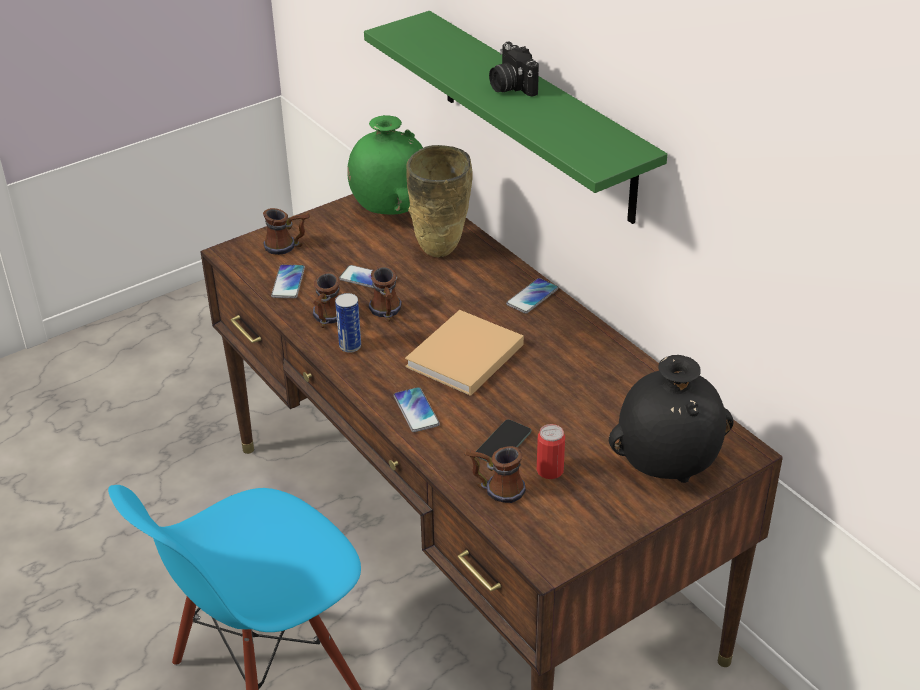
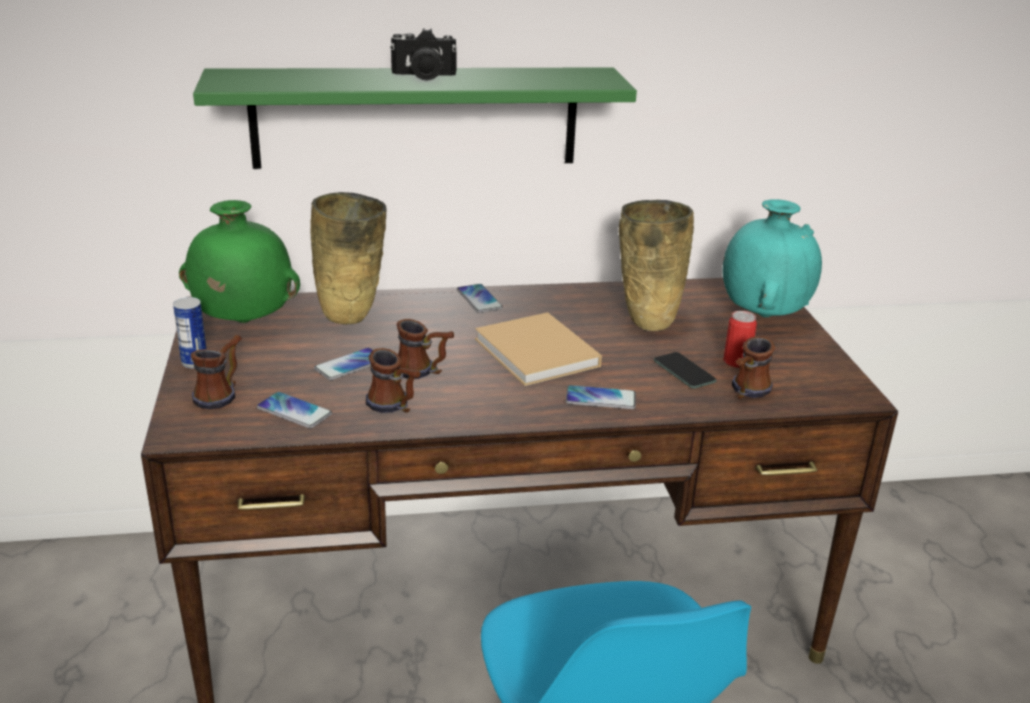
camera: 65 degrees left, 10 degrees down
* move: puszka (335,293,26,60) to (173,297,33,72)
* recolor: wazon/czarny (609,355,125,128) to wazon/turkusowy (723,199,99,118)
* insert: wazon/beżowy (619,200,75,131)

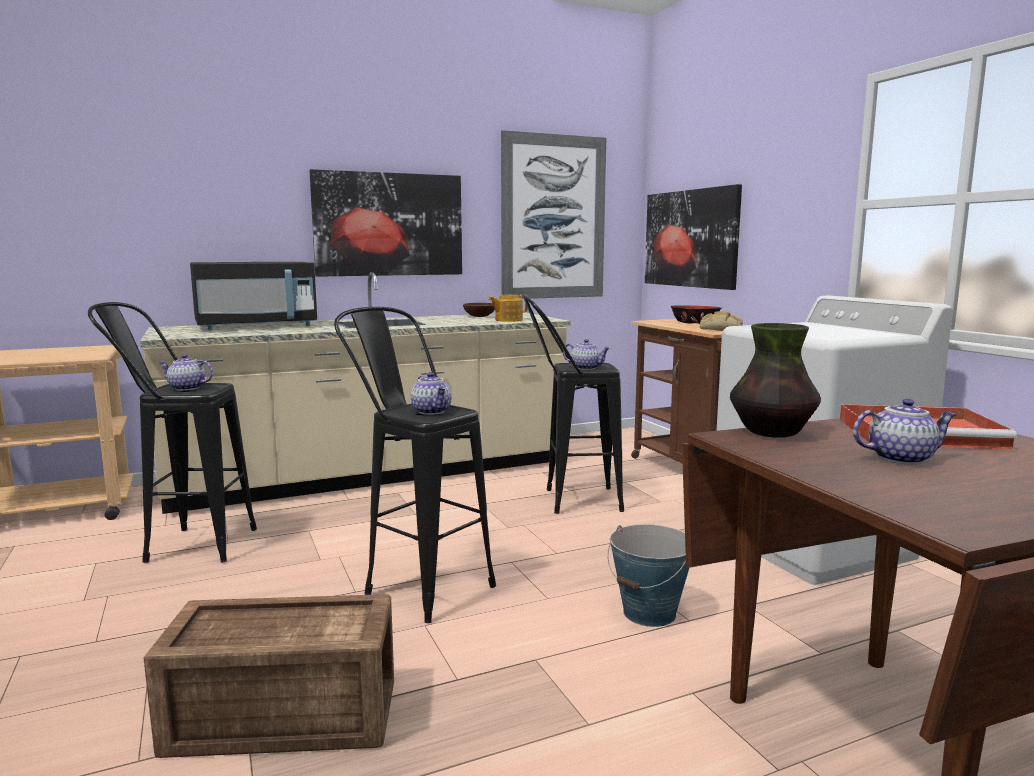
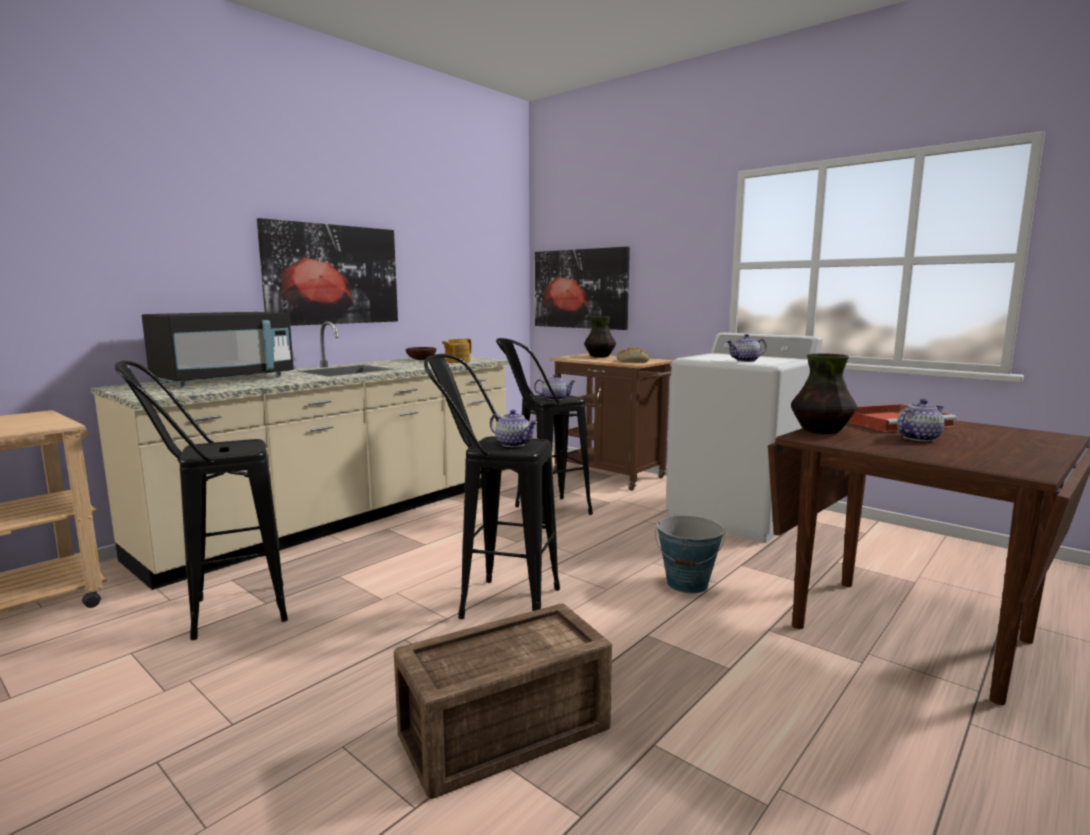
camera: 25 degrees left, 0 degrees up
* move: imbryk (159,354,54,37) to (726,334,41,28)
* delete: obraz (501,130,105,169)
* replace: miska (671,305,50,19) to wazon (584,316,32,42)

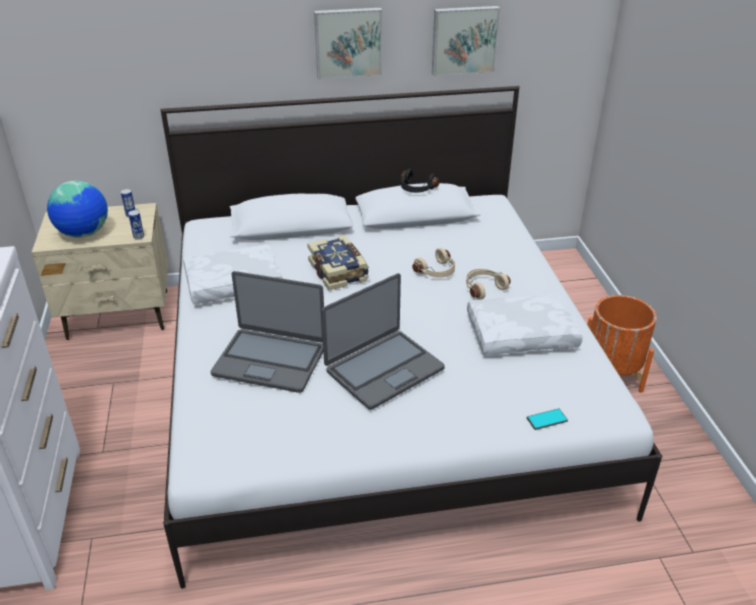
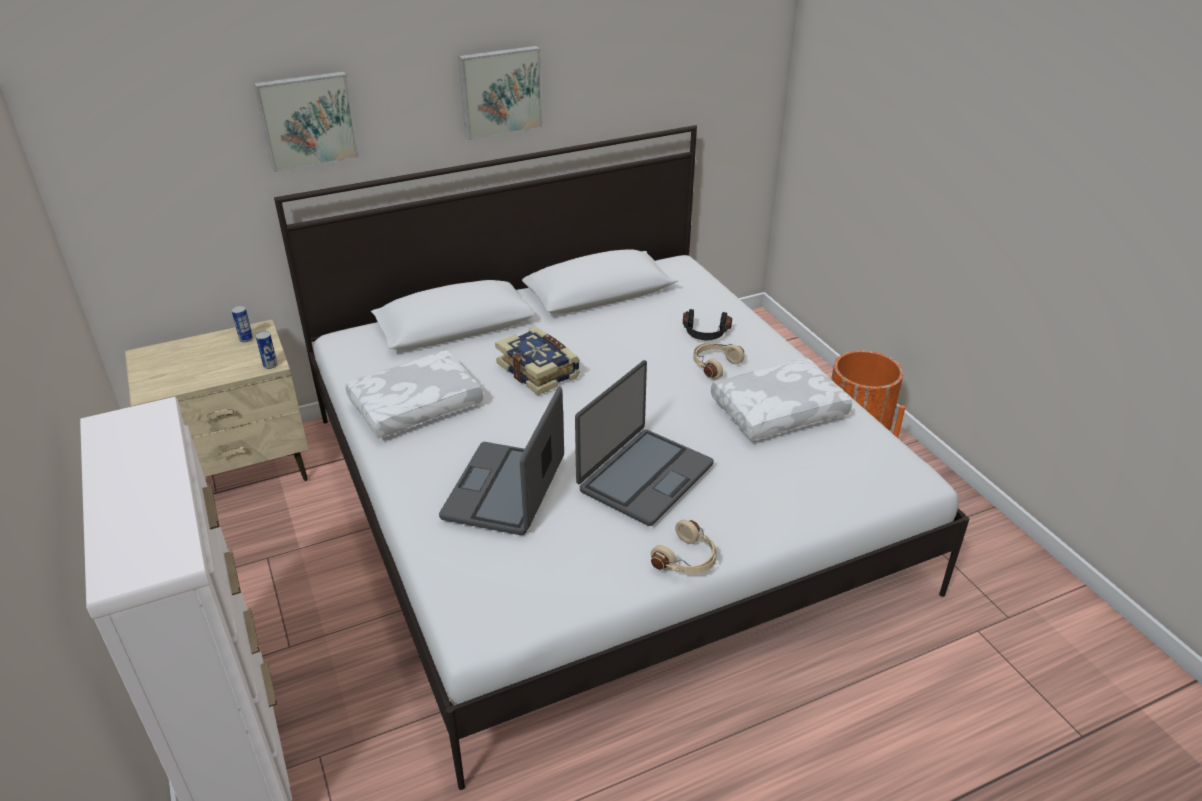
camera: 15 degrees left, 0 degrees up
* delete: globus (47,181,61,57)
* rotate: laptop (210,271,114,122) = (439,386,125,149) 105 degrees clockwise
* move: słuchawki/czarny (400,169,40,24) to (683,309,49,31)
* move: słuchawki/beżowy (412,248,43,30) to (651,520,66,54)
* move: obraz (432,6,68,70) to (254,71,105,101)
* delete: telefon (527,408,41,22)

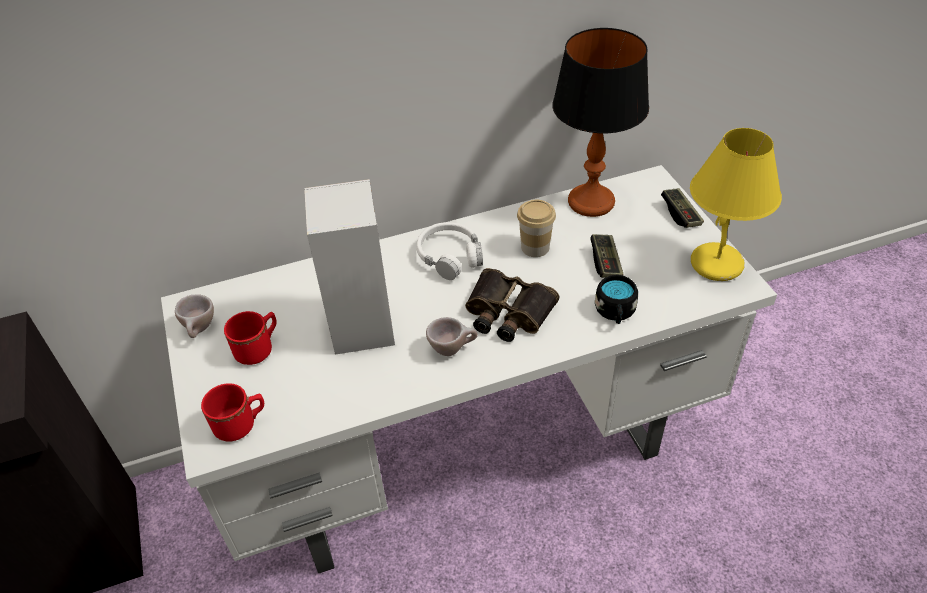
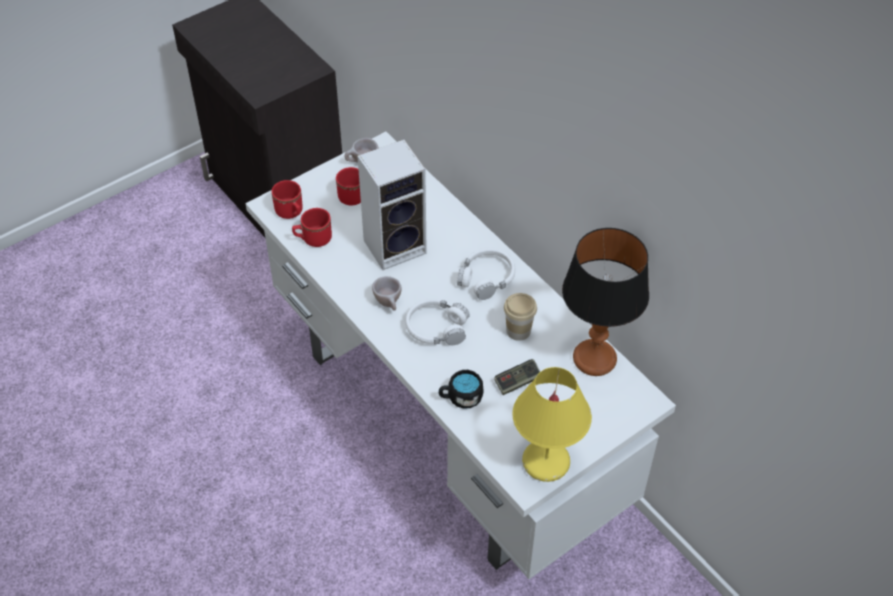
camera: 70 degrees right, 5 degrees up
* replace: lornetka (465,268,94,74) to słuchawki/biały (405,299,65,46)
* delete: pad do gier (661,188,43,40)
* insert: kubek/czerwony (292,208,40,39)

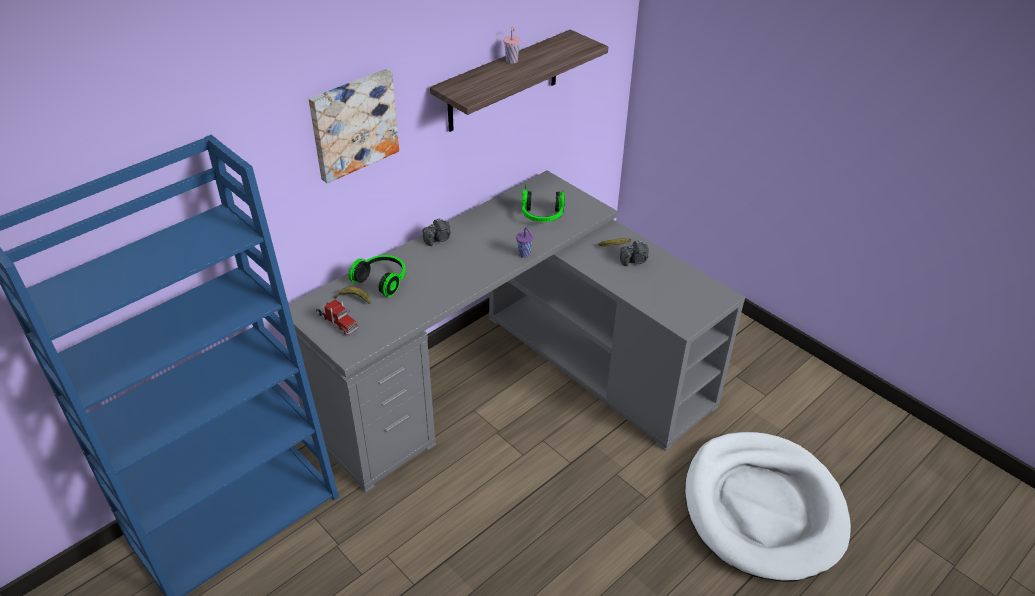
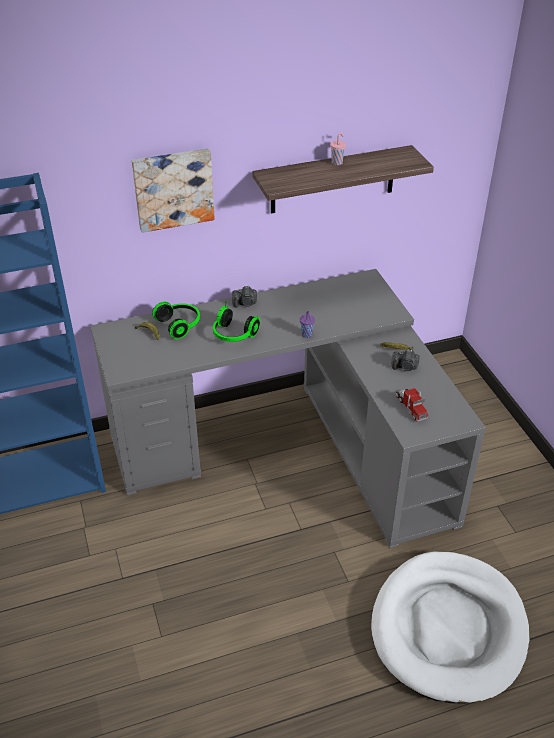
camera: 25 degrees right, 0 degrees up
* move: ciężarówka zabawkowa (316,299,42,36) to (396,388,32,34)
* move: słuchawki (522,183,43,39) to (213,306,47,36)

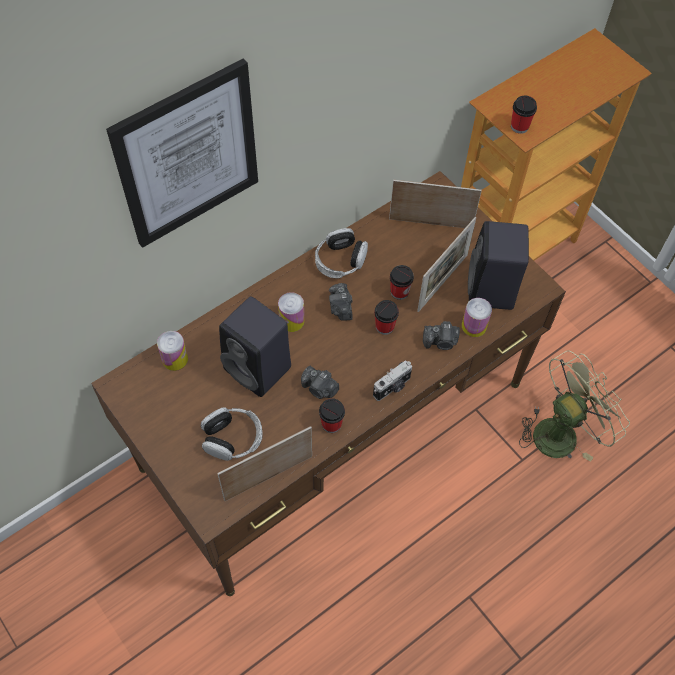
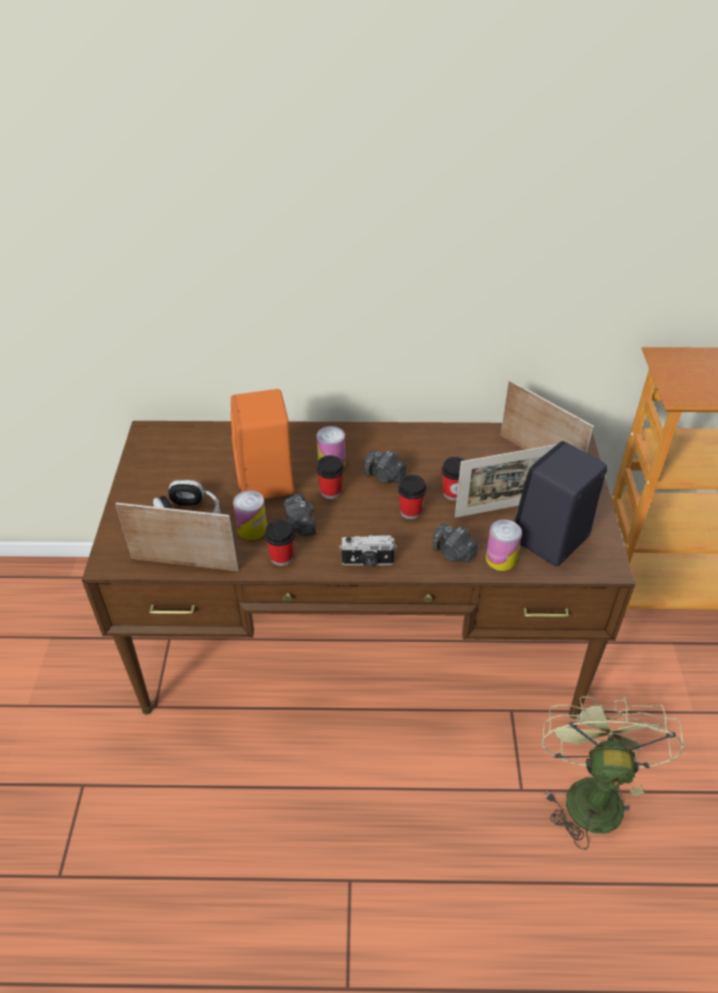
camera: 40 degrees right, 15 degrees down
* delete: obraz (106,58,152,190)
* move: puszka (157,331,31,40) to (233,491,34,49)
* recolor: głośnik/czarny (219,296,72,101) to głośnik/pomarańczowy (231,389,64,110)
* delete: słuchawki (315,228,53,50)
* rotate: aparat fotograficzny (329,283,24,38) = (365,451,41,32) 90 degrees counterclockwise
* move: filiżanka (511,95,26,39) to (316,455,28,44)
* rotate: wentylator/zielony (519,350,111,112) = (542,696,142,154) 90 degrees counterclockwise

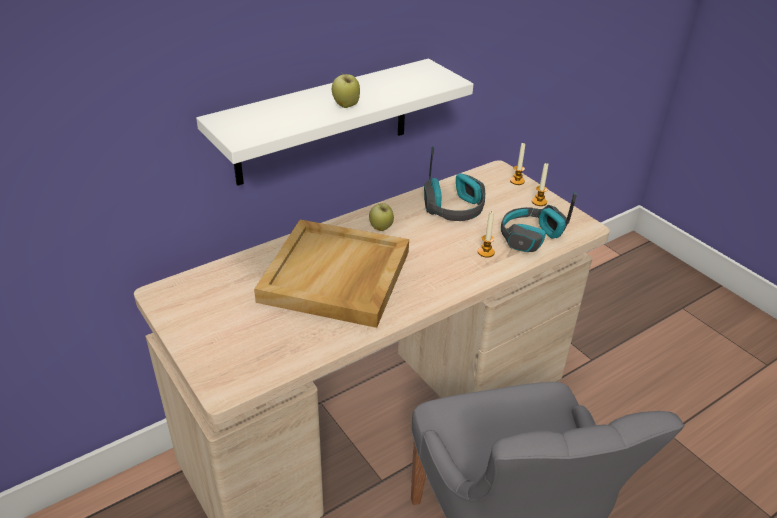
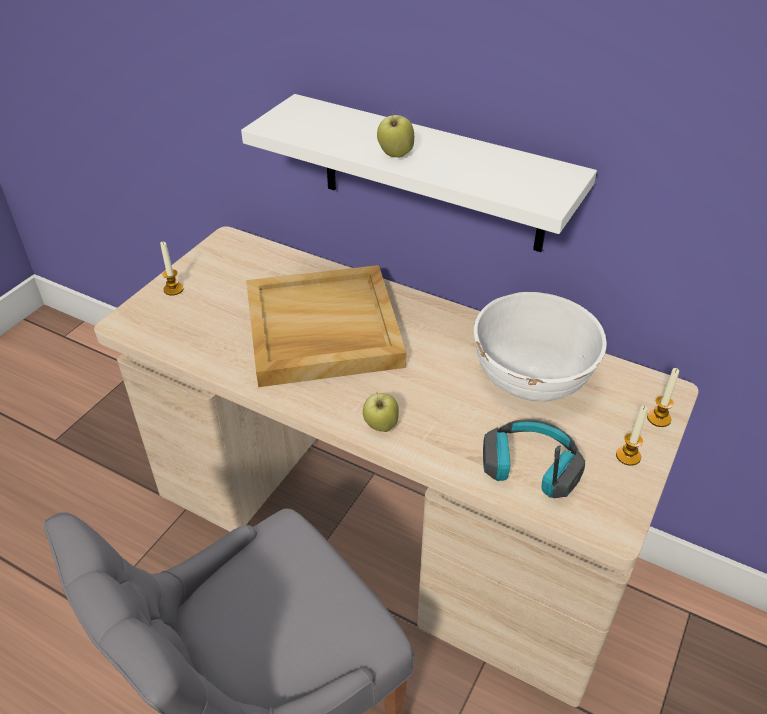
camera: 65 degrees right, 5 degrees up
* move: jabłko (369,203,25,28) to (363,393,36,39)
* replace: słuchawki (424,146,61,75) to miska/biały (474,292,133,110)
* move: świeca (478,211,17,47) to (160,242,23,54)

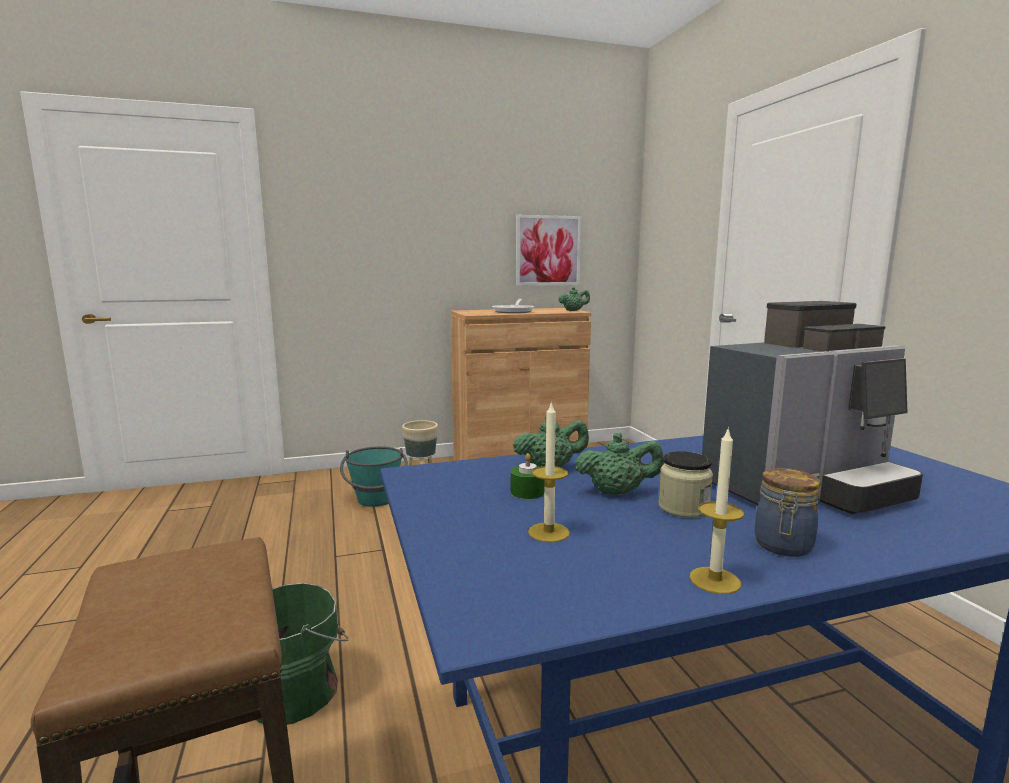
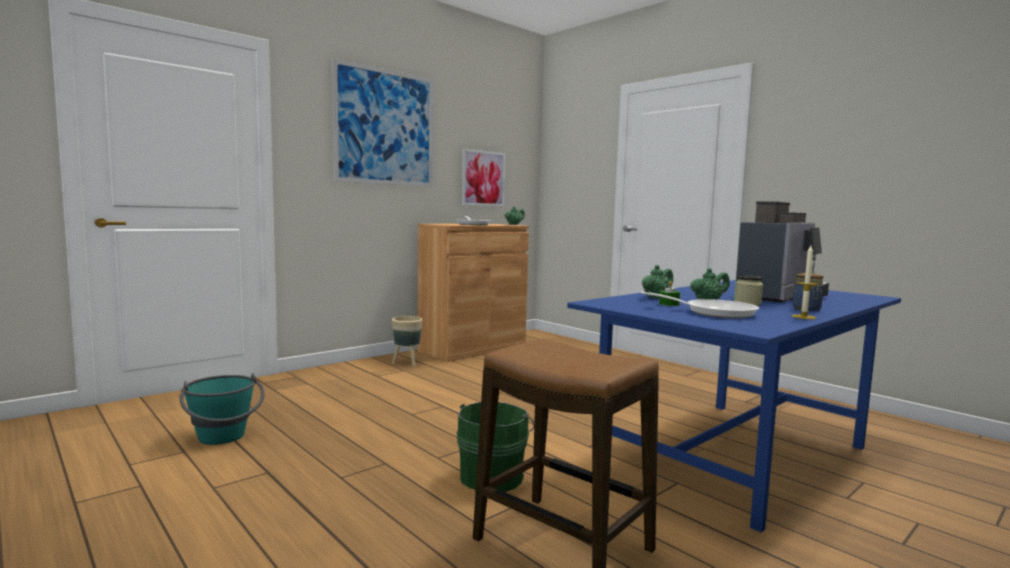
camera: 25 degrees left, 5 degrees down
* move: wiadro/turkusowy (340,446,68,61) to (179,373,85,72)
* replace: świeca (528,401,42,142) to patelnia (641,292,118,27)
* insert: obraz (332,58,101,129)

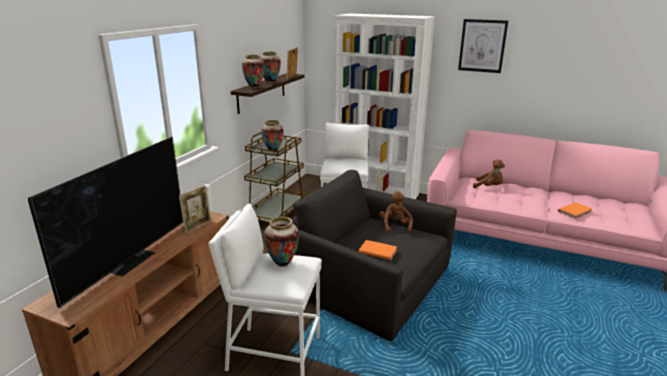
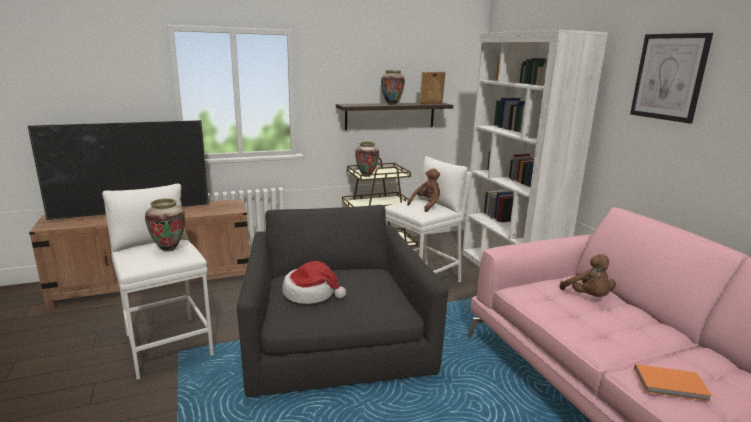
camera: 45 degrees right, 5 degrees down
* delete: ramka na zdjęcie (179,185,32,48)
* delete: wazon (242,55,23,33)
* replace: książka/pomarańczowy (359,240,38,20) to kapelusz (282,261,64,43)
* move: pluszak/brązowy (380,191,33,43) to (407,168,33,44)

